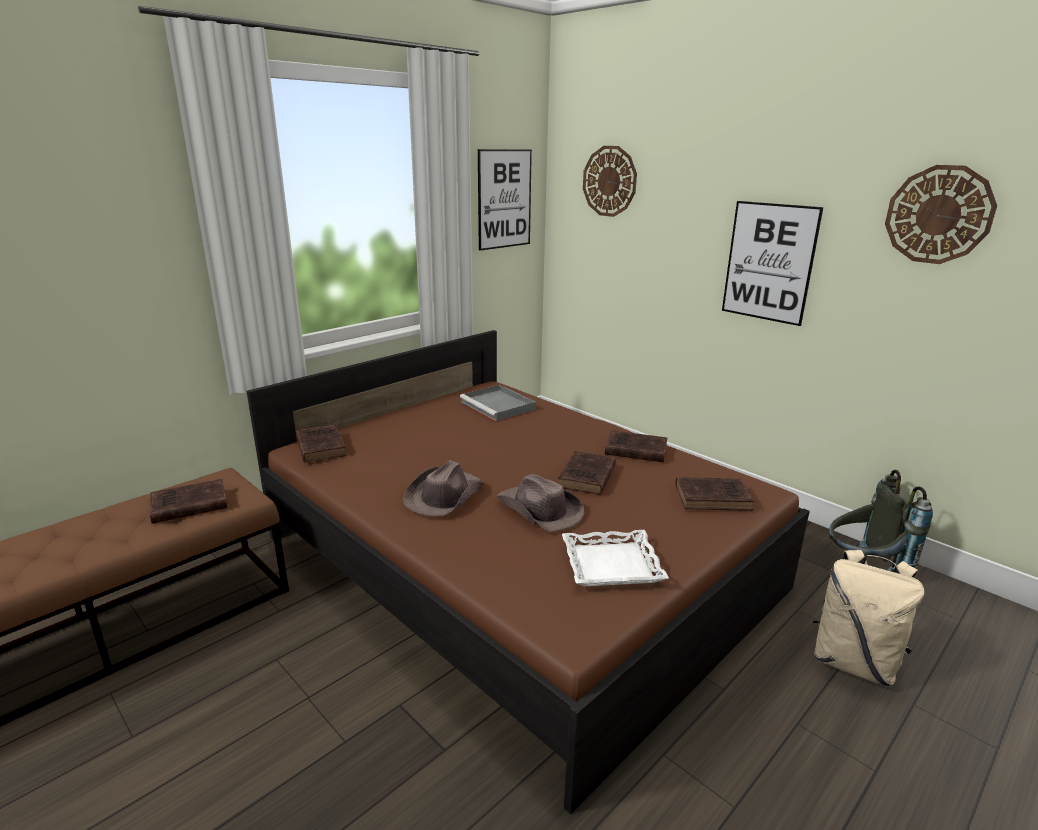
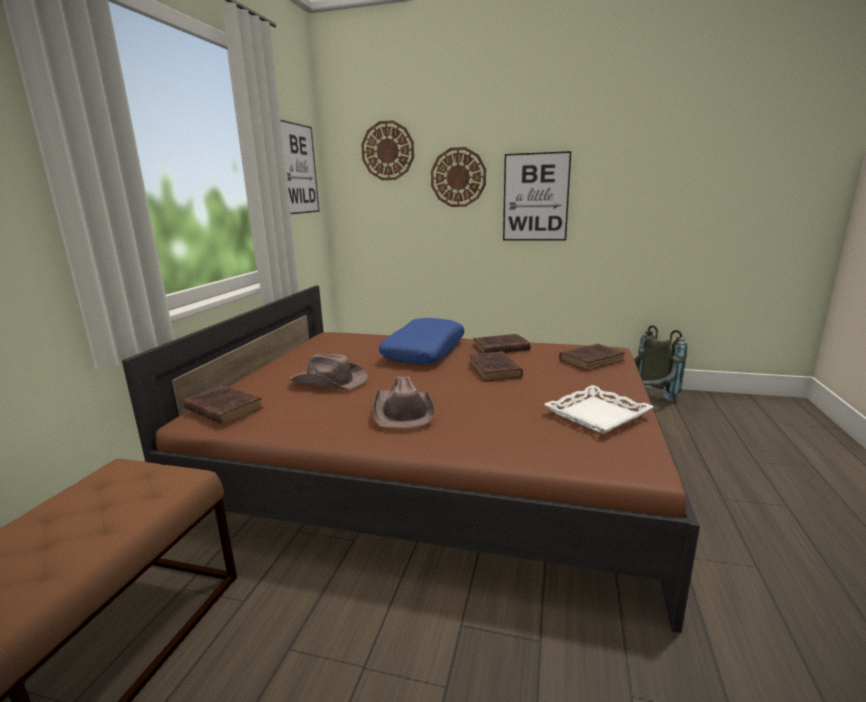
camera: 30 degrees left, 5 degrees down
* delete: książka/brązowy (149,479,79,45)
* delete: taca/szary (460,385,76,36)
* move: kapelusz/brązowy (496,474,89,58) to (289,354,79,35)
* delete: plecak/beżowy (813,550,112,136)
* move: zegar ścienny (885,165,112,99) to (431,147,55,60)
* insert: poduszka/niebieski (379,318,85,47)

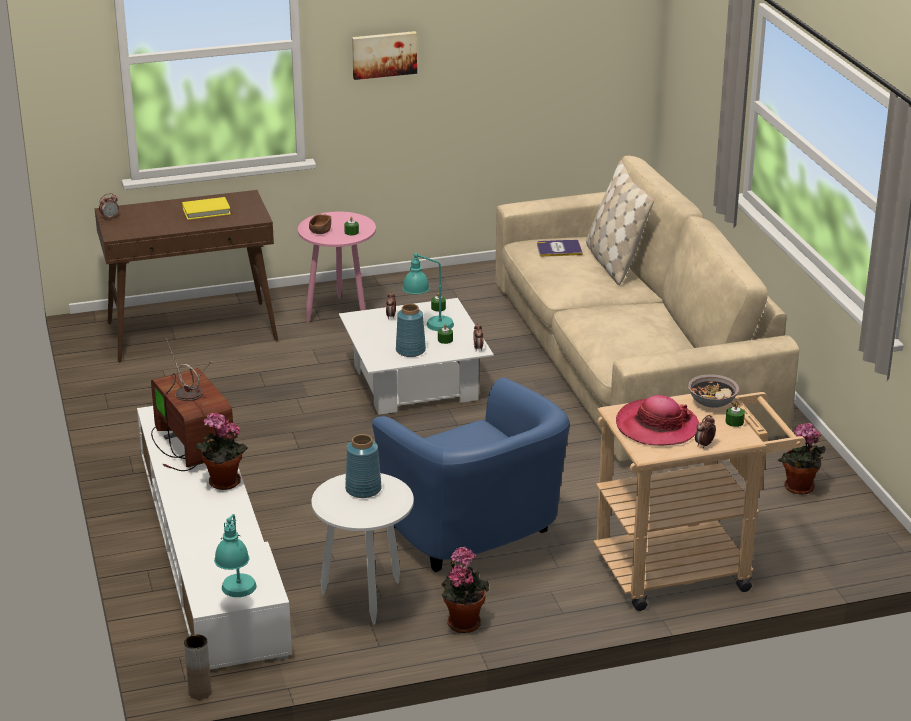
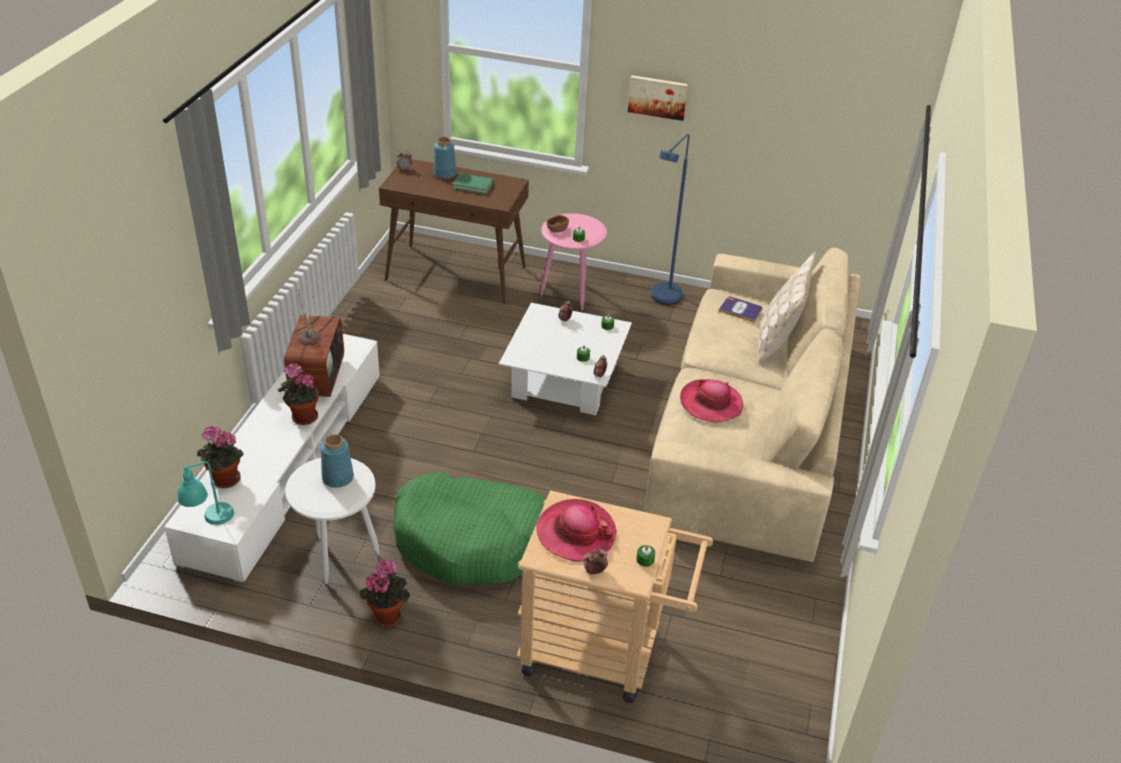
camera: 30 degrees right, 10 degrees up
* recolor: książka/żółty (182,197,49,23) to książka/zielony (453,173,41,22)
* delete: wazon/brązowy (184,634,27,65)
* replace: fotel/niebieski (372,378,198,194) to legowisko/zielony (393,471,153,114)
* move: wazon/niebieski (396,304,30,53) to (433,137,23,42)
* delete: lampa stołowa/turkusowy (403,253,51,78)
* delete: miska (688,374,51,34)
* move: roślina doniczkowa (778,423,48,71) to (197,426,47,62)
* insert: lampa stojąca/niebieski (651,134,38,171)
* insert: kapelusz (680,379,63,44)

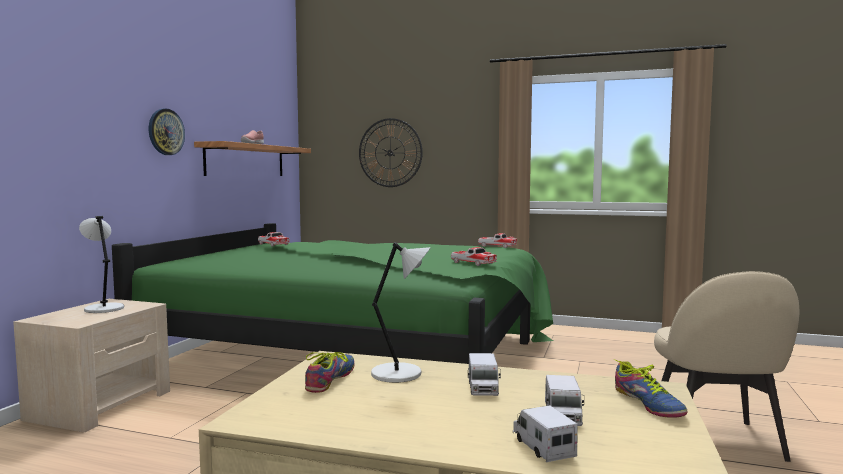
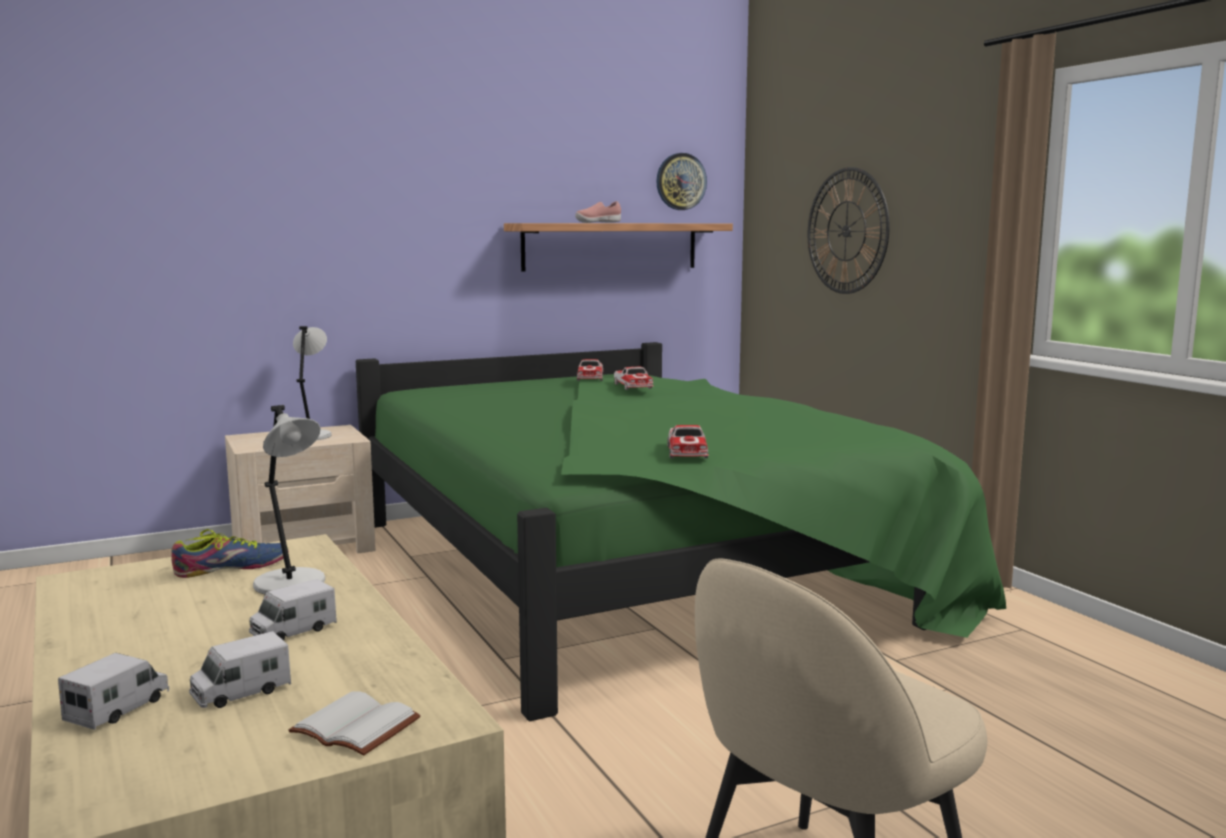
camera: 45 degrees right, 5 degrees up
* move: zegar ścienny (149,108,36,47) to (656,153,51,57)
* move: samochodzik (478,233,39,15) to (614,366,39,24)
* replace: but (613,359,75,59) to książka/biały (288,691,133,65)

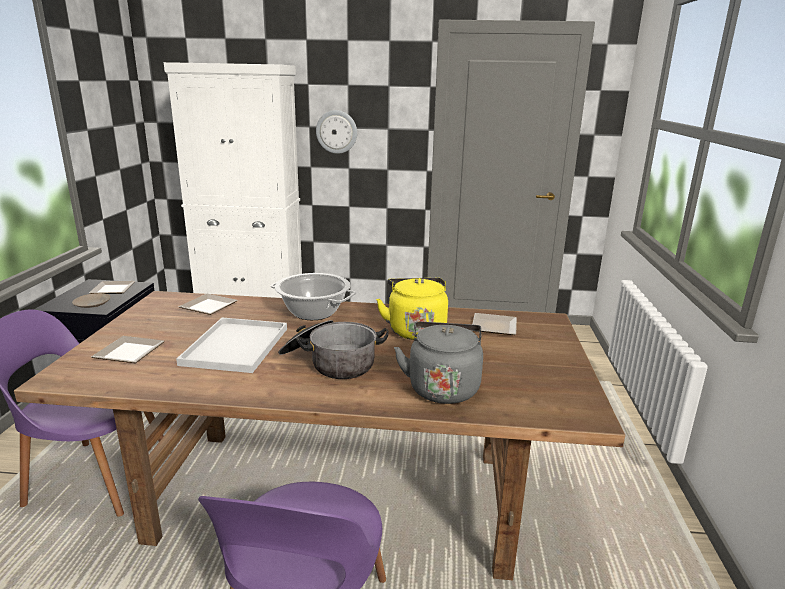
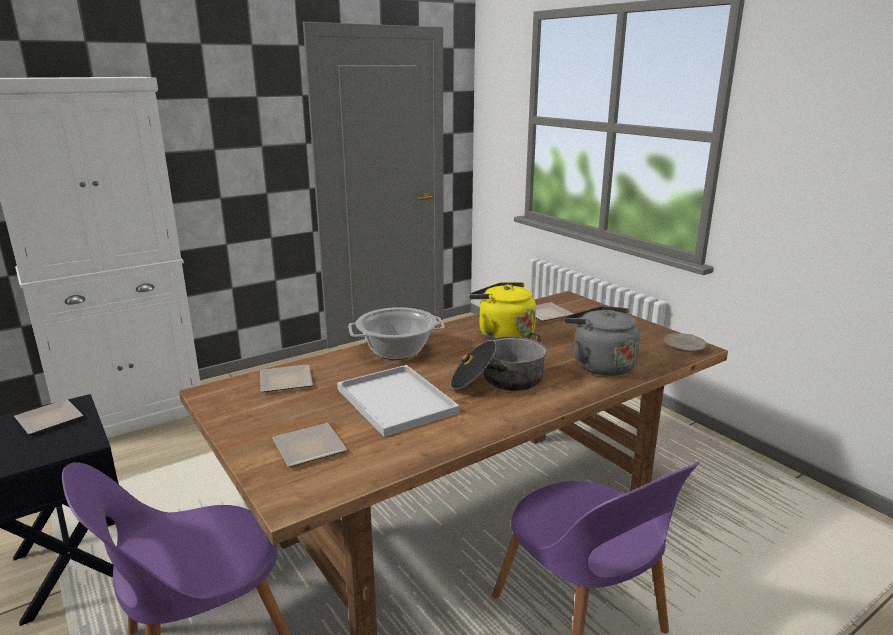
camera: 40 degrees left, 0 degrees up
* move: talerz/beżowy (72,293,39,15) to (664,333,43,19)
* delete: zegar ścienny (316,110,41,44)

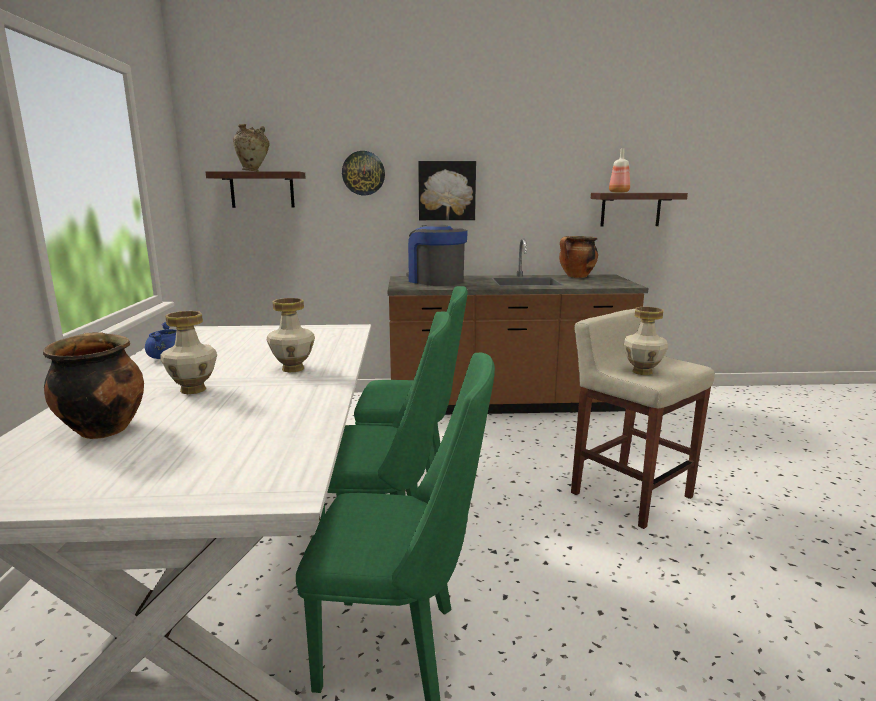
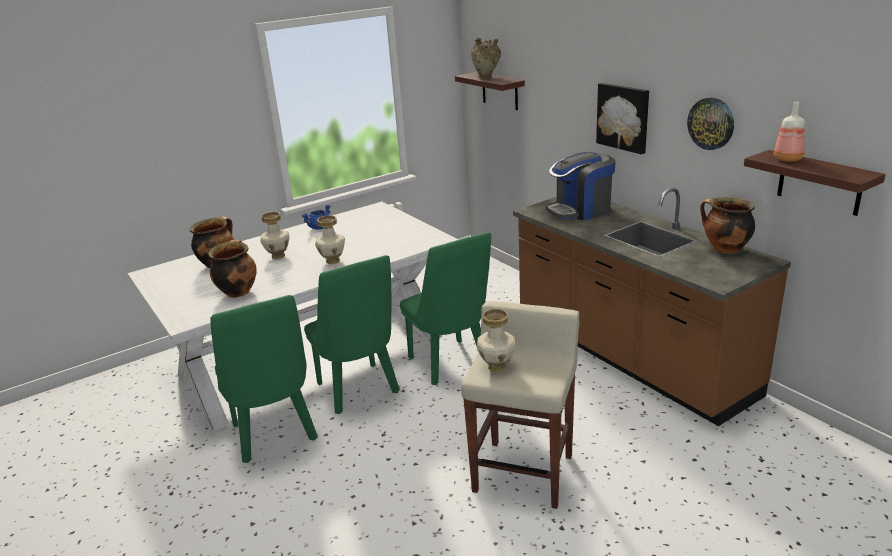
camera: 60 degrees right, 10 degrees up
* move: zegar ścienny (342,151,43,44) to (687,97,47,53)
* rotate: ekspres do kawy (406,224,62,62) = (546,152,70,68) 135 degrees counterclockwise
* insert: garnek (208,240,49,58)

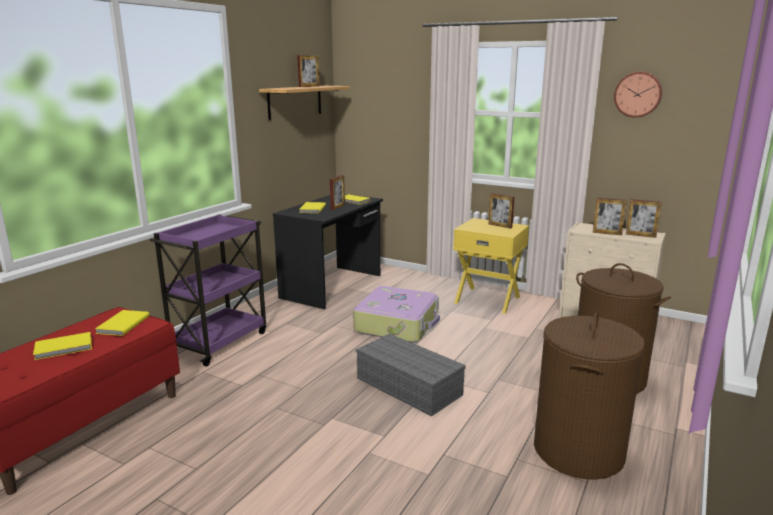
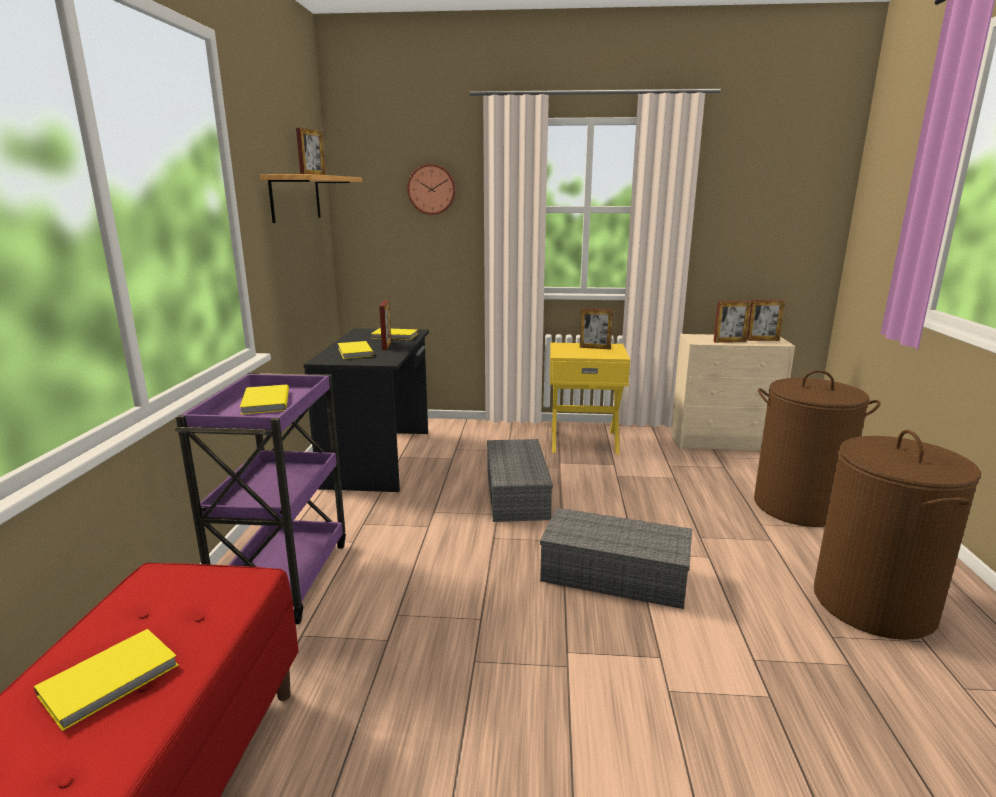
camera: 25 degrees left, 0 degrees up
* move: książka/żółty (95,310,55,26) to (240,384,49,30)
* replace: walizka (353,286,87,57) to pojemnik do przechowywania/szary (487,439,66,83)
* move: zegar ścienny (614,72,48,46) to (407,164,49,51)

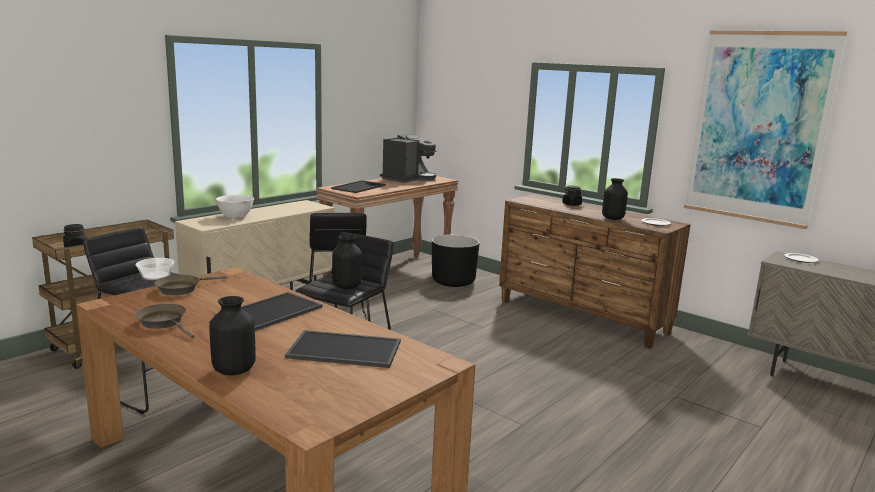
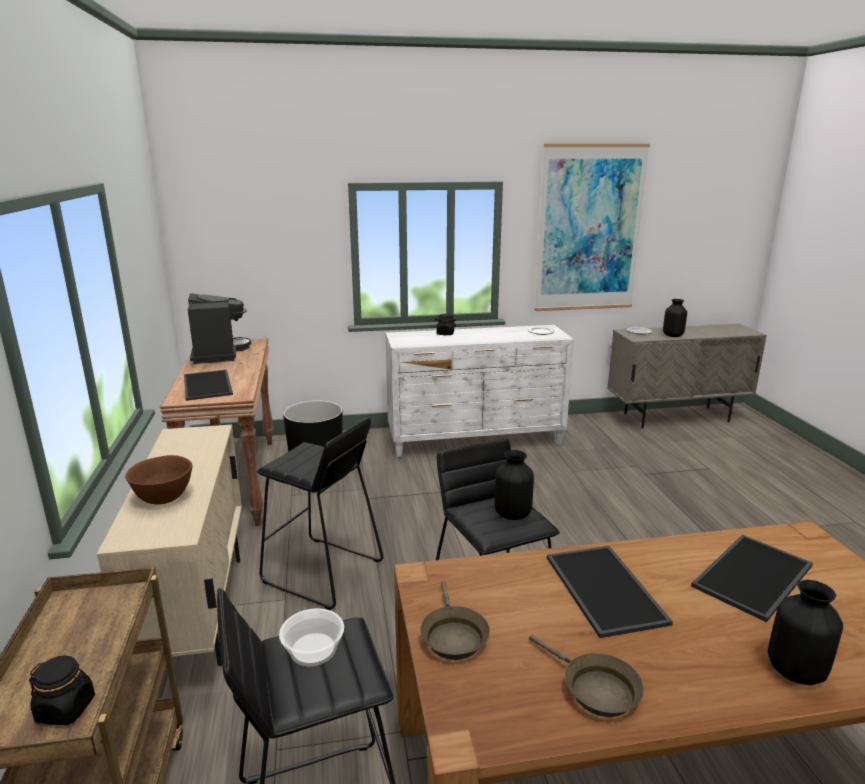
camera: 50 degrees left, 5 degrees up
* rotate: patelnia/brązowy (135,304,60,35) = (529,635,115,82) 120 degrees counterclockwise
* recolor: miska/biały (216,195,38,23) to miska/brązowy (125,455,67,50)
* recolor: komoda/brązowy (499,194,192,154) to komoda/biały (385,325,189,132)
* move: wazon/czarny (602,178,26,42) to (663,299,24,38)

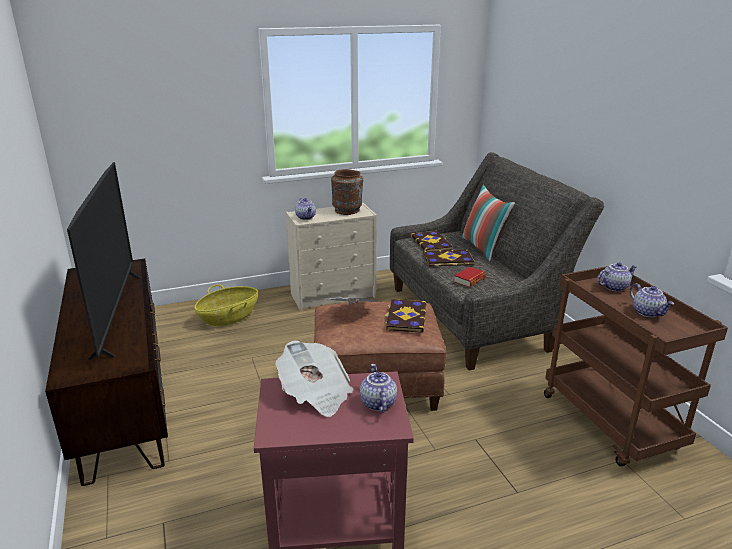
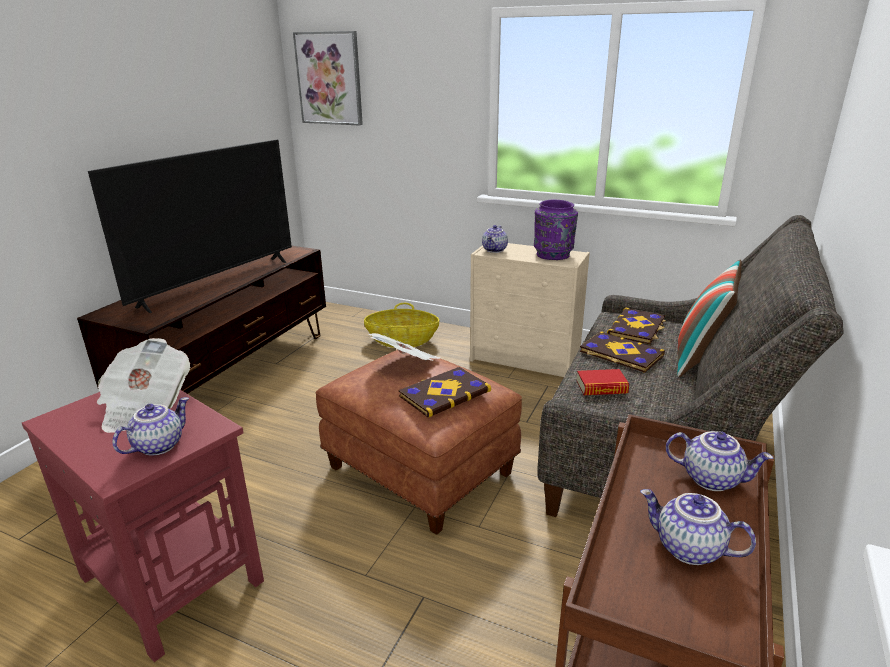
camera: 45 degrees right, 0 degrees up
* recolor: wazon/brązowy (331,169,32,46) to wazon/fioletowy (534,199,44,61)
* rotate: imbryk (630,283,44,34) = (640,489,116,76) 105 degrees clockwise
* insert: obraz (293,31,70,95)

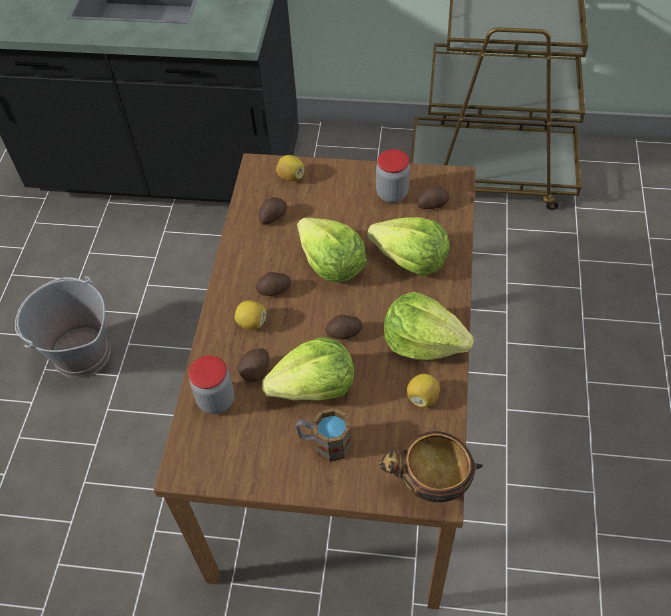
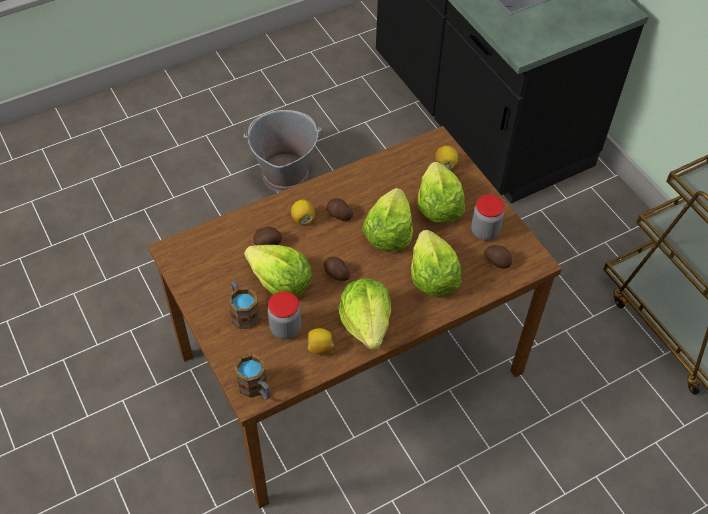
camera: 50 degrees right, 0 degrees up
* move: słoik (189,355,45,59) to (268,291,33,49)
* delete: ziemniak (259,197,28,28)
* replace: miska (379,431,104,71) to kubek (234,353,36,47)
* insert: sałata (418,162,47,61)

